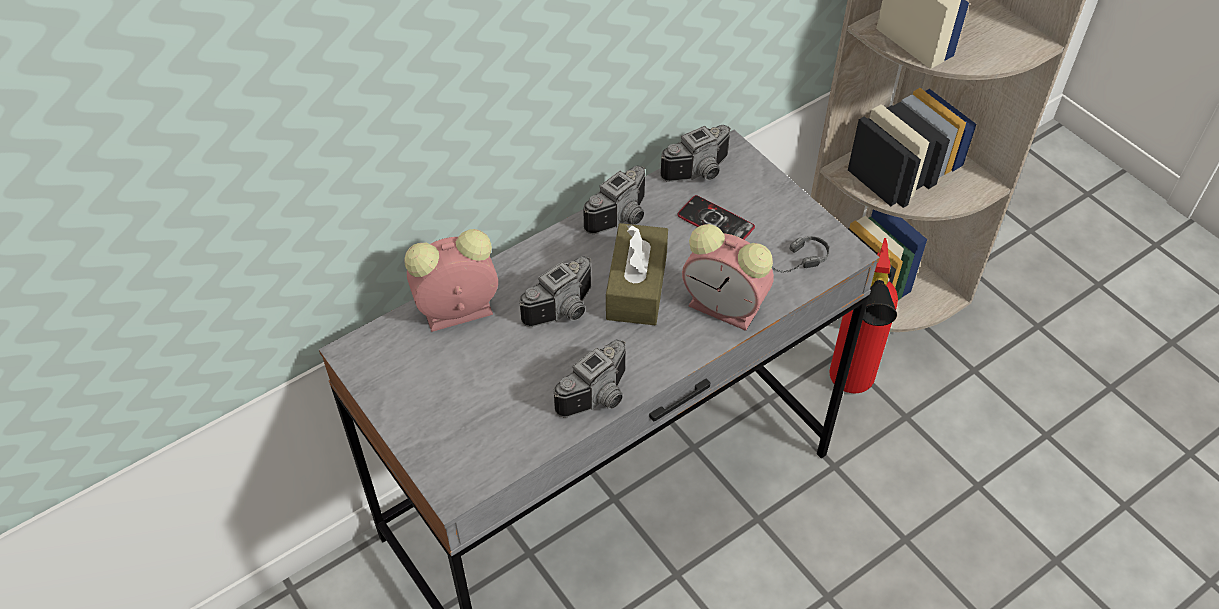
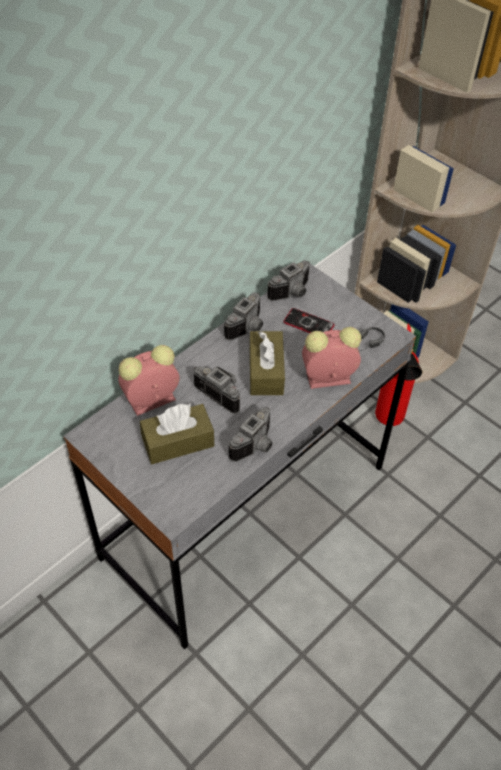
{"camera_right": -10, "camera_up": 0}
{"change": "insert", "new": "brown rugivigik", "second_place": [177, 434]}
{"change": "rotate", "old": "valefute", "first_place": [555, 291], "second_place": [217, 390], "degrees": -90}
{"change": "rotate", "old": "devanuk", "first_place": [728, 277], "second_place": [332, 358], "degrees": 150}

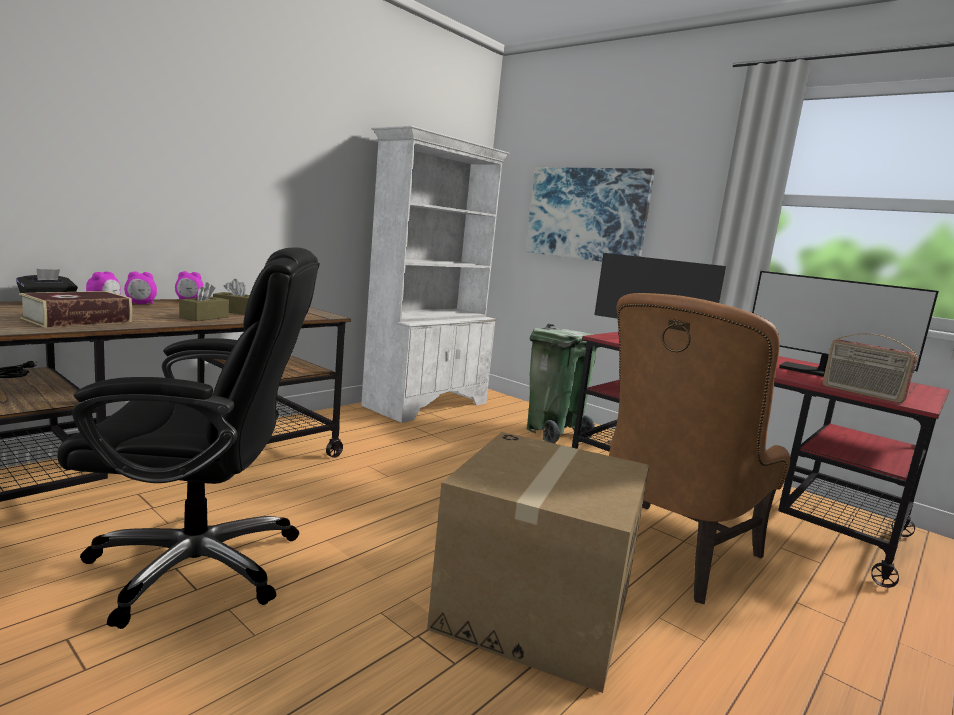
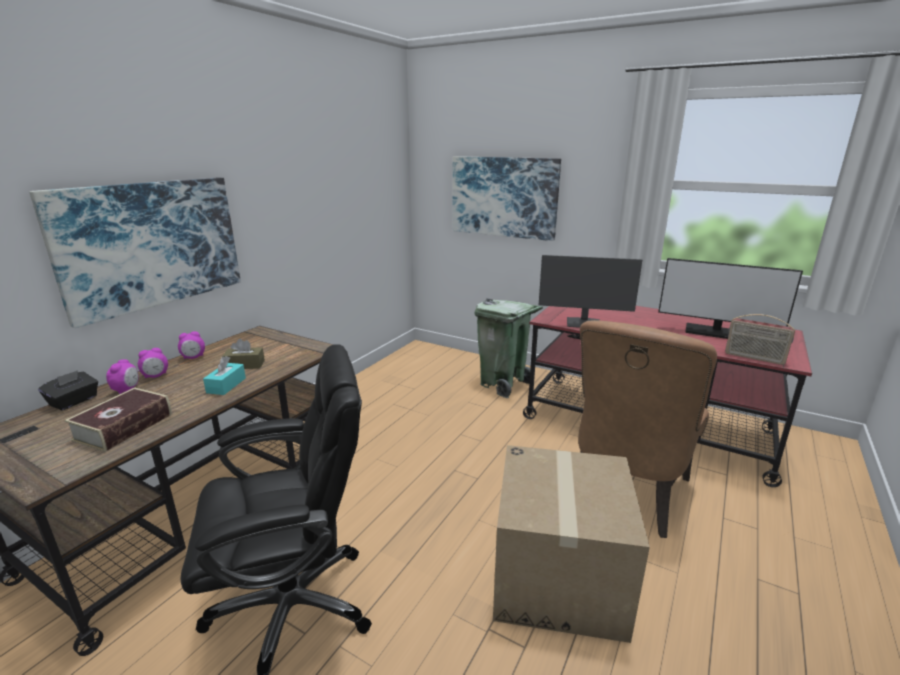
{"camera_right": -10, "camera_up": 10}
{"change": "delete", "old": "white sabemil", "first_place": [435, 274]}
{"change": "insert", "new": "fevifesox", "second_place": [135, 252]}
{"change": "recolor", "old": "brown rugivigik", "new": "turquoise rugivigik", "first_place": [204, 301], "second_place": [224, 375]}

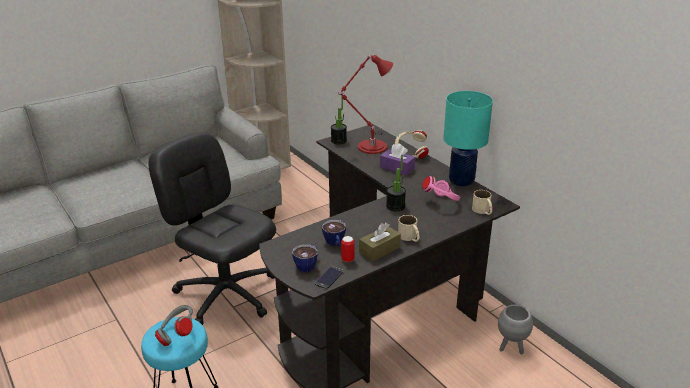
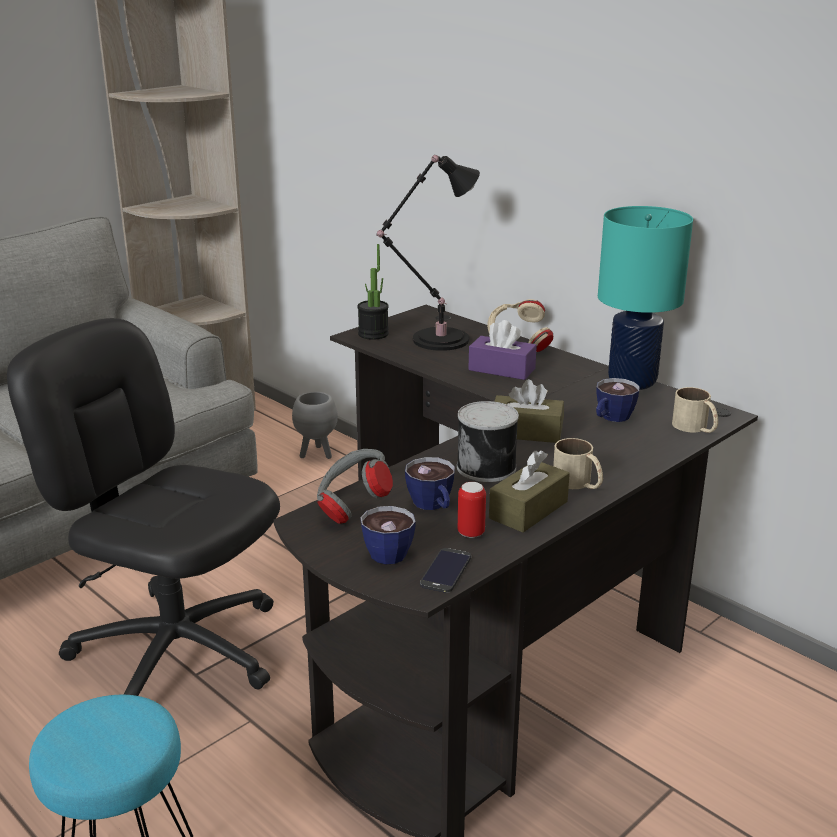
{"camera_right": -10, "camera_up": -5}
{"change": "insert", "new": "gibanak", "second_place": [488, 441]}
{"change": "move", "old": "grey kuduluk", "first_place": [174, 325], "second_place": [355, 486]}
{"change": "move", "old": "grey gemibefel", "first_place": [515, 329], "second_place": [315, 425]}
{"change": "replace", "old": "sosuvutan", "new": "brown rugivigik", "first_place": [396, 183], "second_place": [529, 411]}
{"change": "replace", "old": "pink kuduluk", "new": "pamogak", "first_place": [441, 188], "second_place": [618, 400]}
{"change": "recolor", "old": "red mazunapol", "new": "black mazunapol", "first_place": [366, 104], "second_place": [428, 253]}

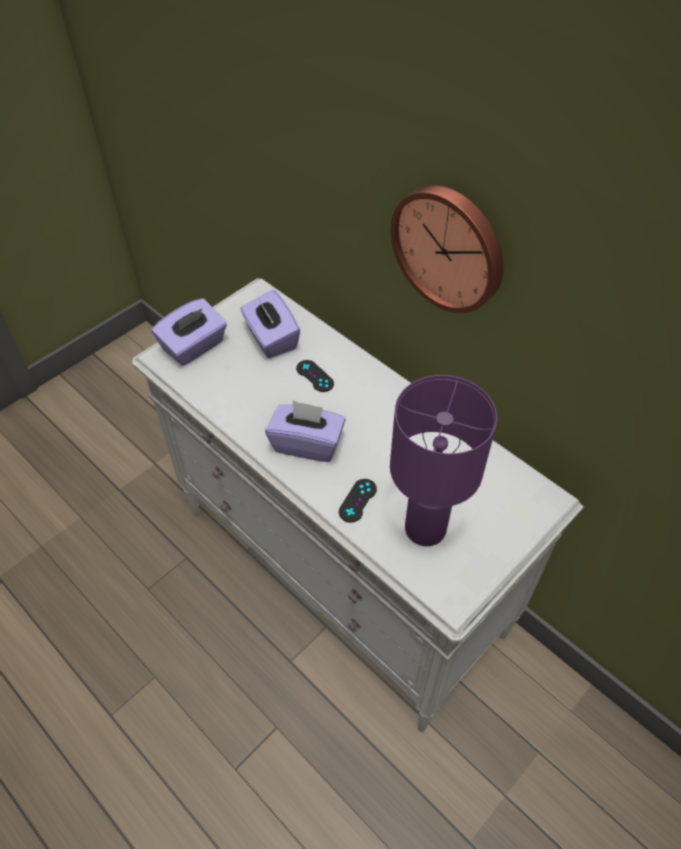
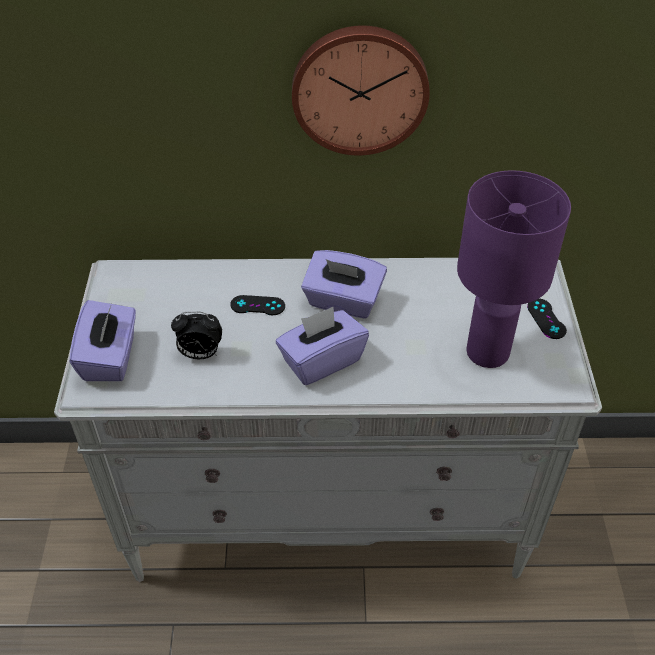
{"camera_right": -45, "camera_up": -5}
{"change": "insert", "new": "devanuk", "second_place": [196, 335]}
{"change": "move", "old": "purple rugivigik", "first_place": [270, 324], "second_place": [344, 284]}
{"change": "move", "old": "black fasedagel", "first_place": [358, 501], "second_place": [547, 319]}

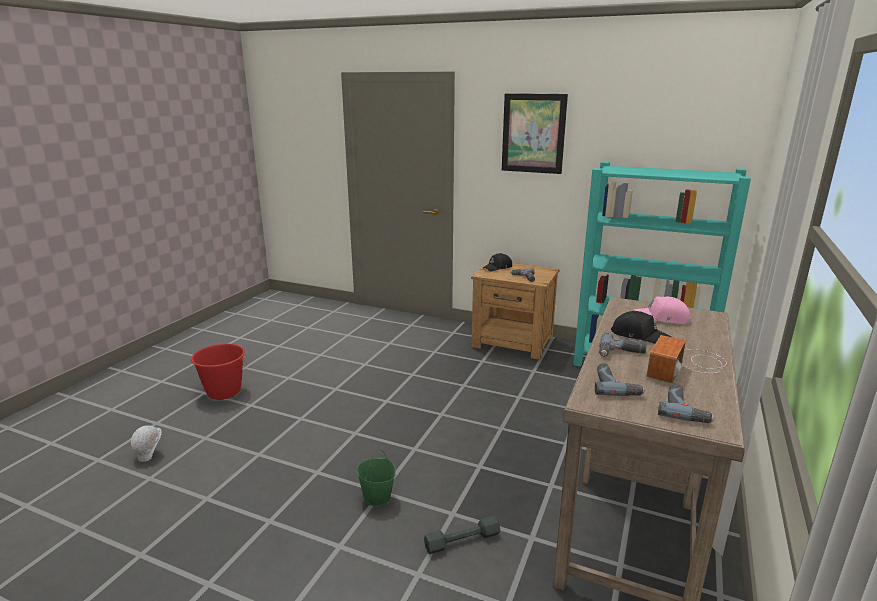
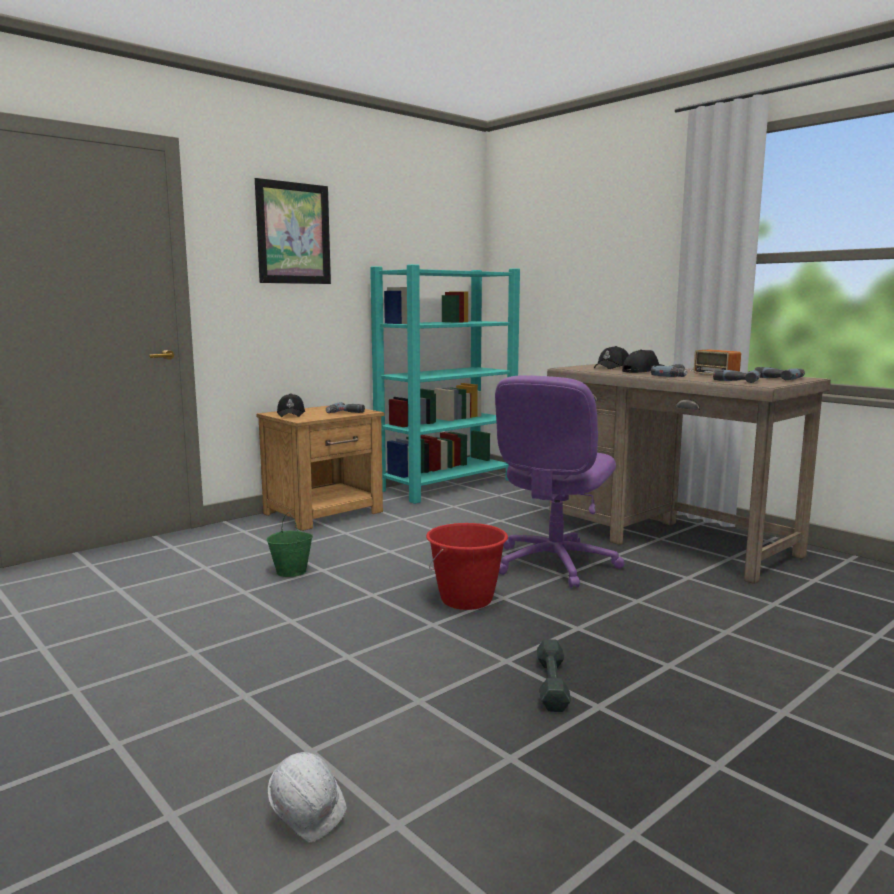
{"camera_right": -65, "camera_up": -10}
{"change": "insert", "new": "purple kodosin", "second_place": [560, 481]}
{"change": "move", "old": "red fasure", "first_place": [219, 372], "second_place": [467, 566]}
{"change": "move", "old": "green fasure", "first_place": [376, 477], "second_place": [290, 544]}
{"change": "move", "old": "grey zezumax", "first_place": [462, 535], "second_place": [554, 675]}
{"change": "recolor", "old": "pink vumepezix", "new": "black vumepezix", "first_place": [662, 310], "second_place": [611, 357]}

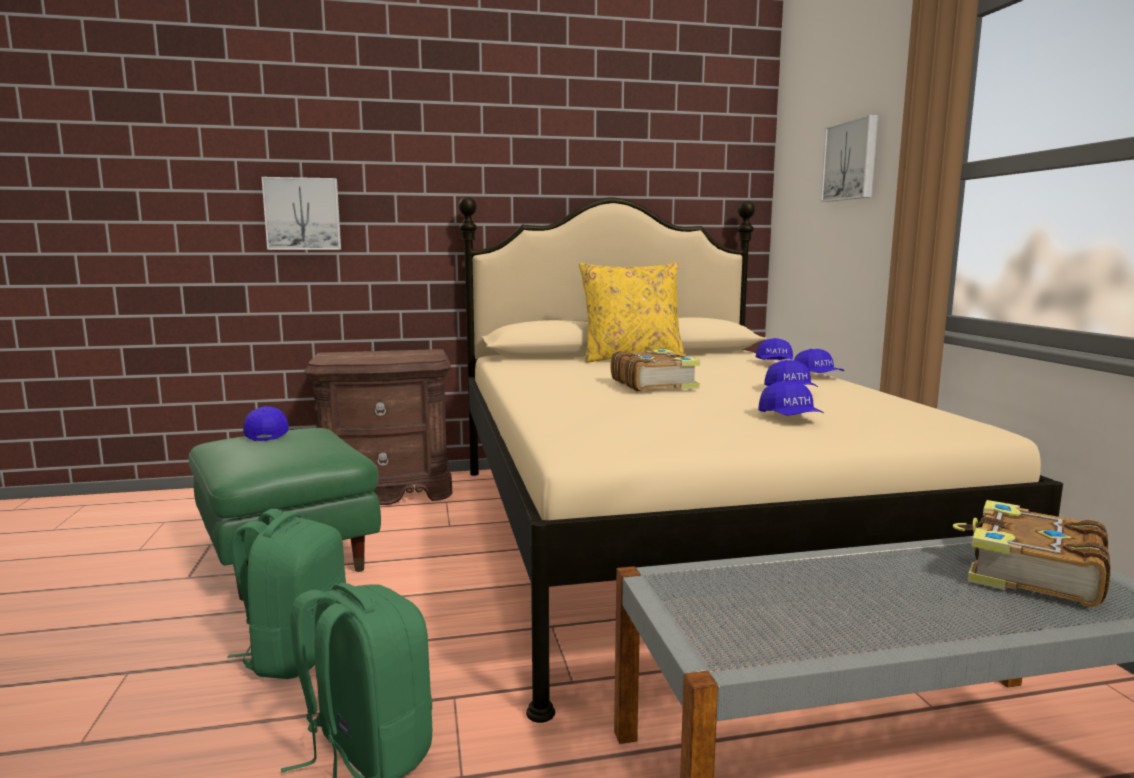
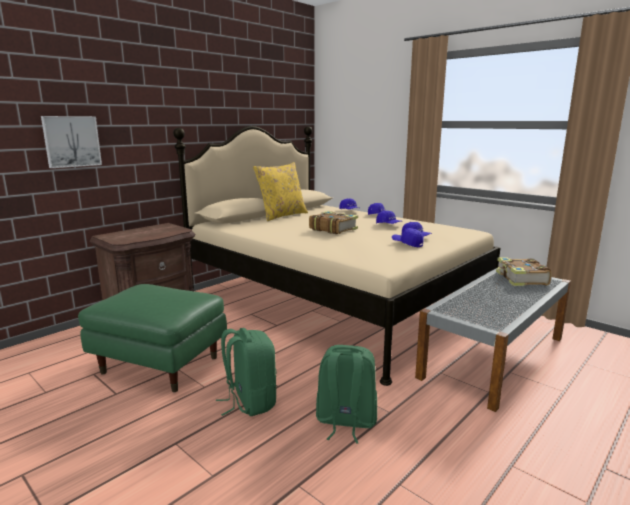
{"camera_right": -35, "camera_up": 5}
{"change": "delete", "old": "fevifesox", "first_place": [849, 158]}
{"change": "move", "old": "blue vumepezix", "first_place": [266, 423], "second_place": [408, 238]}

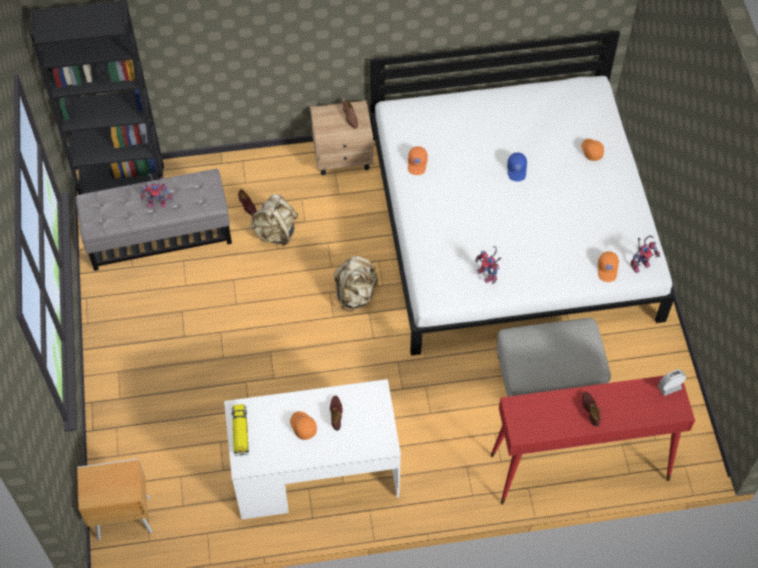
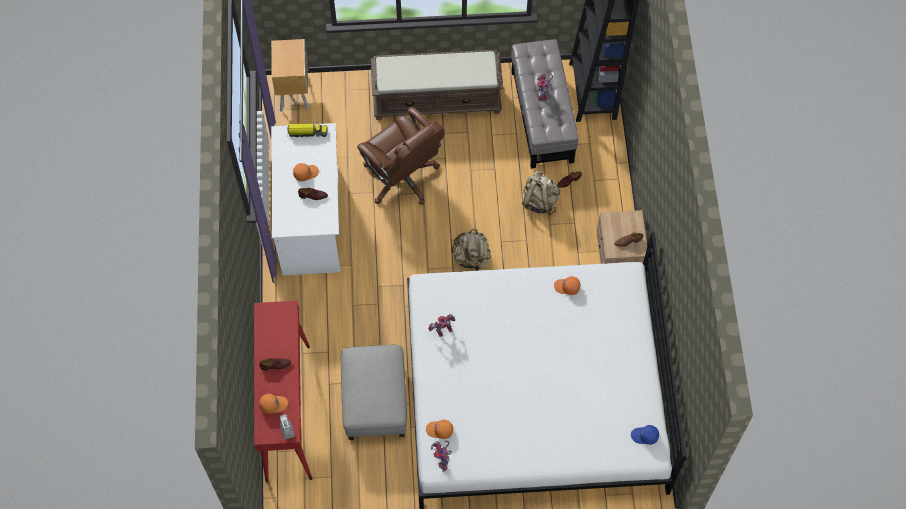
{"camera_right": 95, "camera_up": 5}
{"change": "insert", "new": "brown kodosin", "second_place": [401, 156]}
{"change": "insert", "new": "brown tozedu", "second_place": [437, 84]}
{"change": "move", "old": "blue vumepezix", "first_place": [517, 166], "second_place": [645, 435]}
{"change": "move", "old": "orange vumepezix", "first_place": [592, 150], "second_place": [273, 404]}

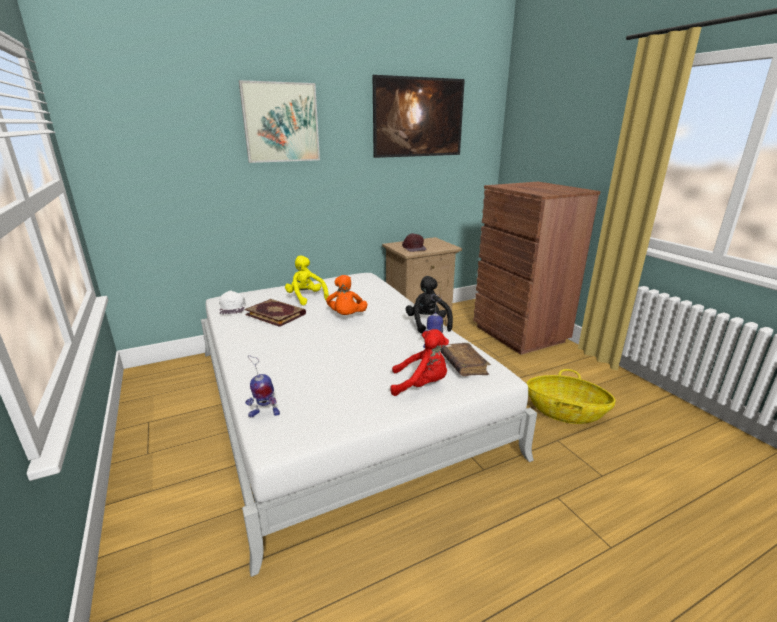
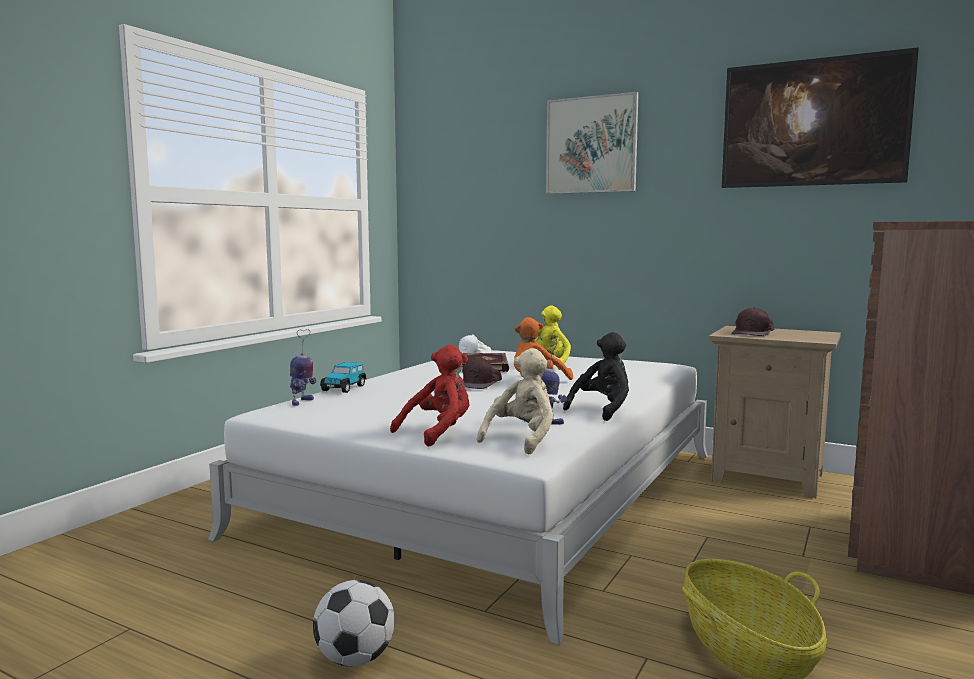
{"camera_right": 55, "camera_up": -15}
{"change": "insert", "new": "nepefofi", "second_place": [354, 623]}
{"change": "insert", "new": "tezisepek", "second_place": [343, 377]}
{"change": "insert", "new": "brown vumepezix", "second_place": [482, 373]}
{"change": "replace", "old": "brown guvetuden", "new": "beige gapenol", "first_place": [466, 359], "second_place": [515, 401]}
{"change": "rotate", "old": "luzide", "first_place": [262, 386], "second_place": [303, 367], "degrees": -120}
{"change": "rotate", "old": "red gapenol", "first_place": [419, 362], "second_place": [429, 396], "degrees": -105}

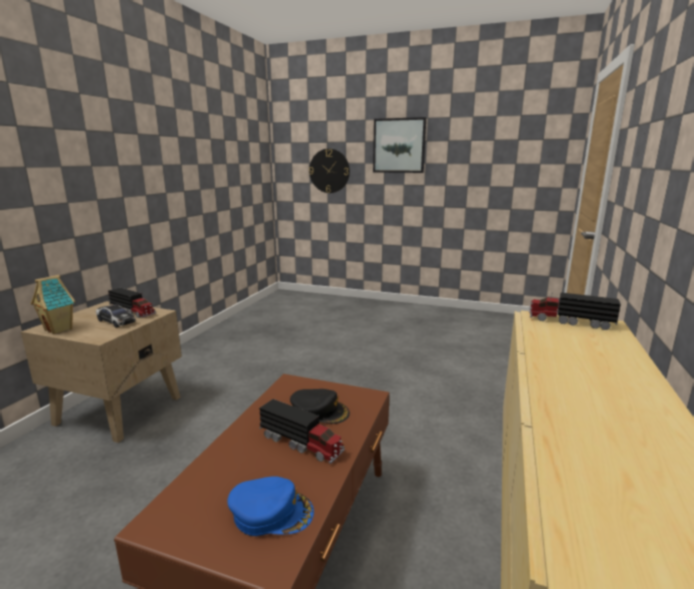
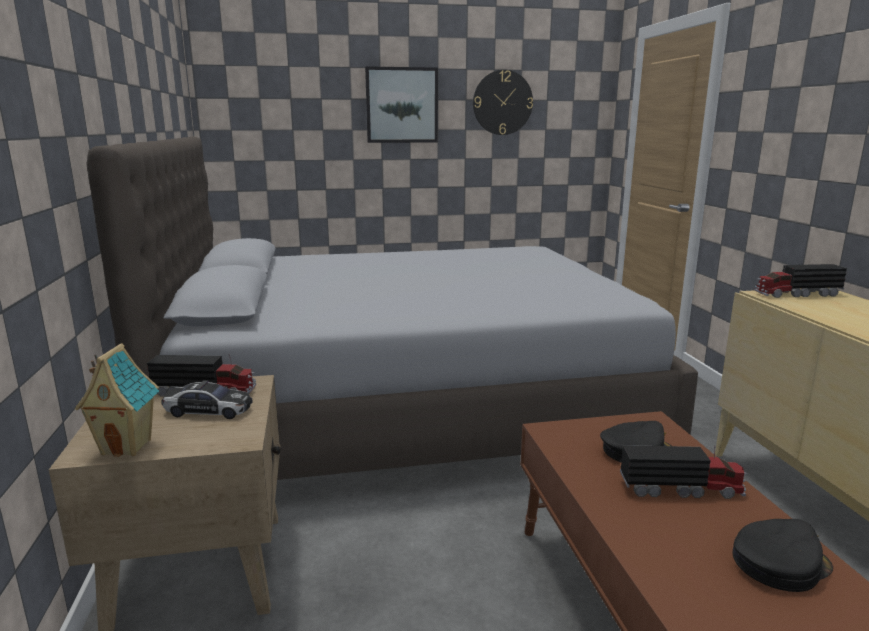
{"camera_right": -30, "camera_up": 0}
{"change": "insert", "new": "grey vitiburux", "second_place": [392, 308]}
{"change": "move", "old": "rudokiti", "first_place": [329, 171], "second_place": [503, 102]}
{"change": "recolor", "old": "blue vumepezix", "new": "black vumepezix", "first_place": [270, 506], "second_place": [783, 555]}

